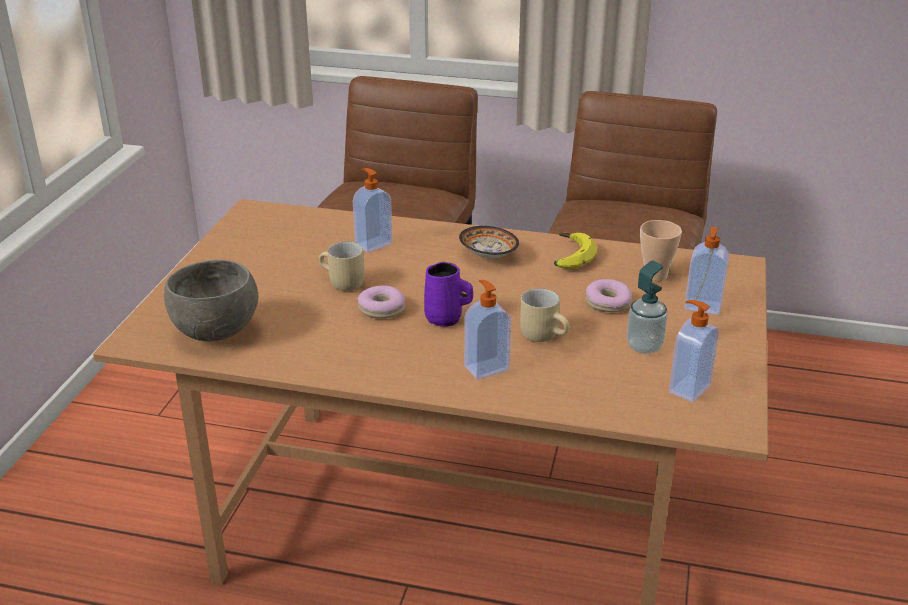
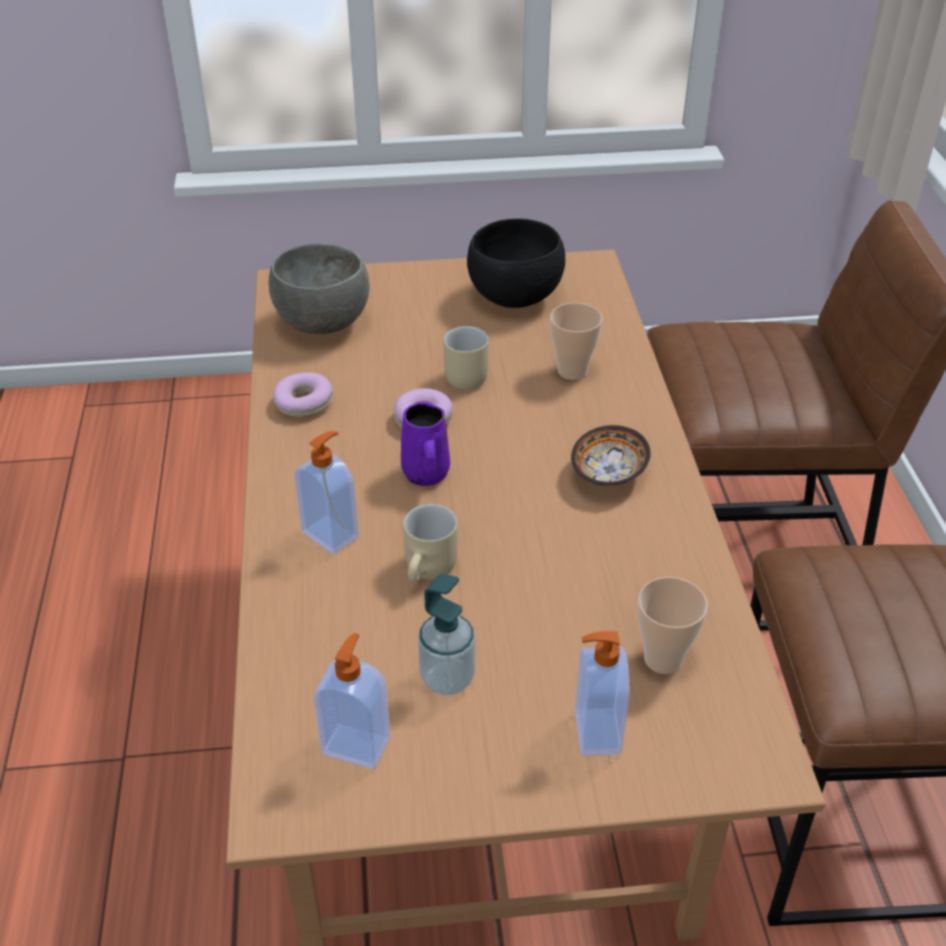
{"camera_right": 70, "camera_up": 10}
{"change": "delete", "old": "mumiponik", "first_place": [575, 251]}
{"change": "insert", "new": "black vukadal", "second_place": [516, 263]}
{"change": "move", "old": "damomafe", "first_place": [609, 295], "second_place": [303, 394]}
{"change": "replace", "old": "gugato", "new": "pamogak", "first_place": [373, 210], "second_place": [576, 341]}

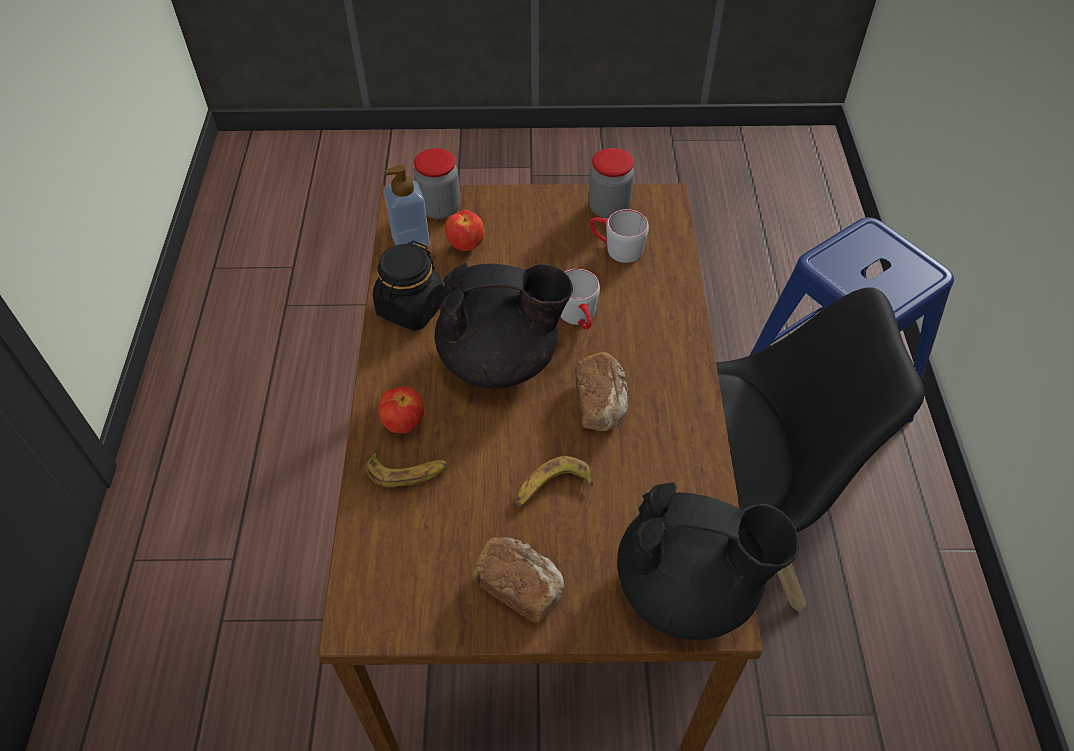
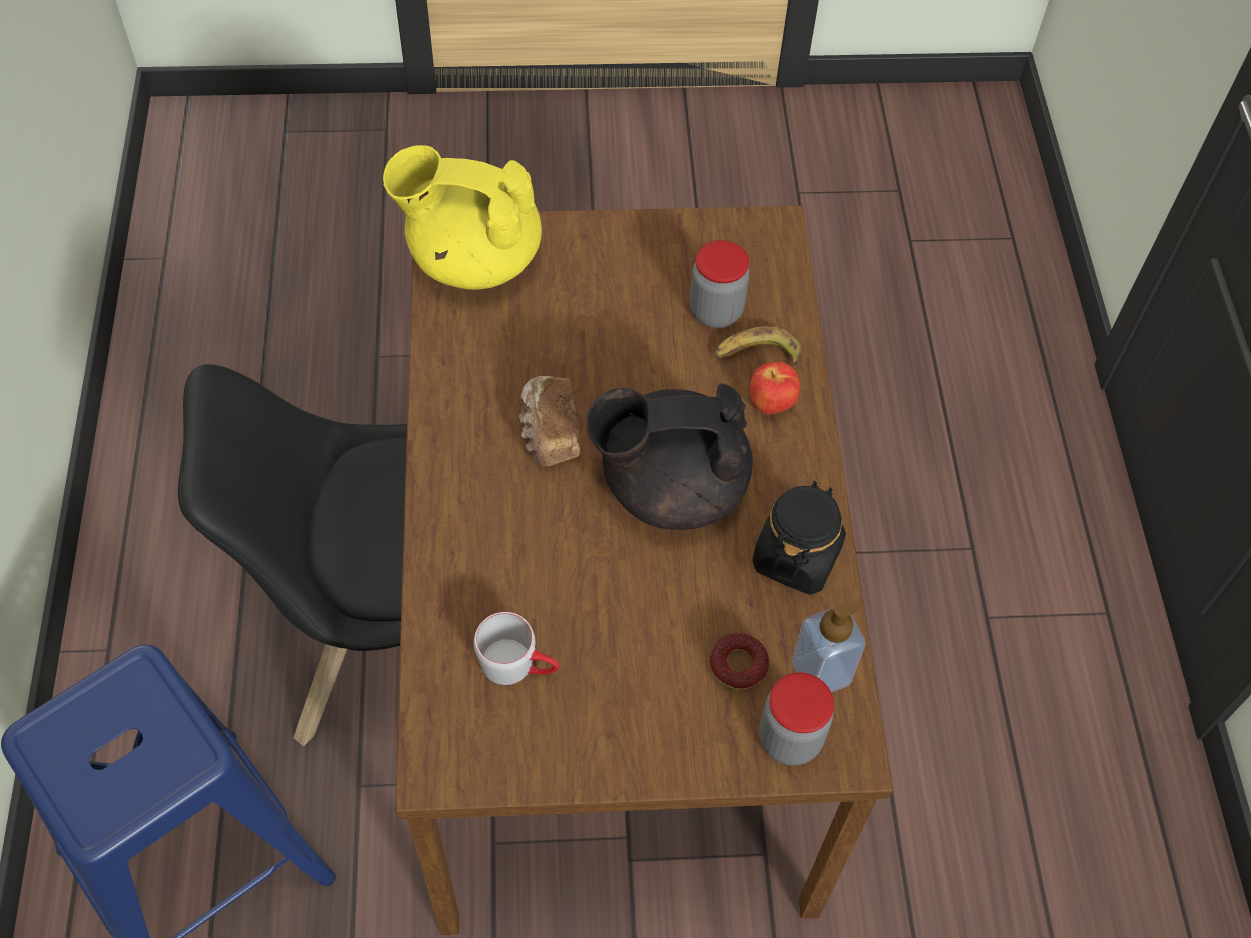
{"camera_right": 175, "camera_up": 5}
{"change": "delete", "old": "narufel", "first_place": [518, 580]}
{"change": "delete", "old": "mumiponik", "first_place": [555, 481]}
{"change": "delete", "old": "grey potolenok", "first_place": [580, 299]}
{"change": "move", "old": "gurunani", "first_place": [611, 183], "second_place": [719, 284]}
{"change": "replace", "old": "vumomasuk", "new": "damomafe", "first_place": [465, 230], "second_place": [739, 661]}
{"change": "recolor", "old": "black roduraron", "new": "yellow roduraron", "first_place": [708, 561], "second_place": [462, 217]}

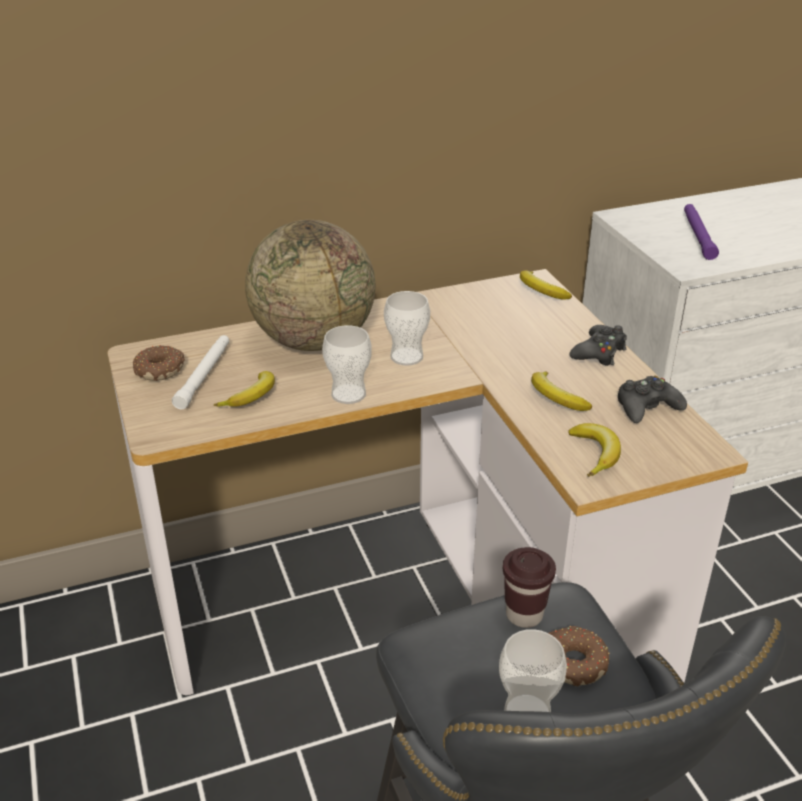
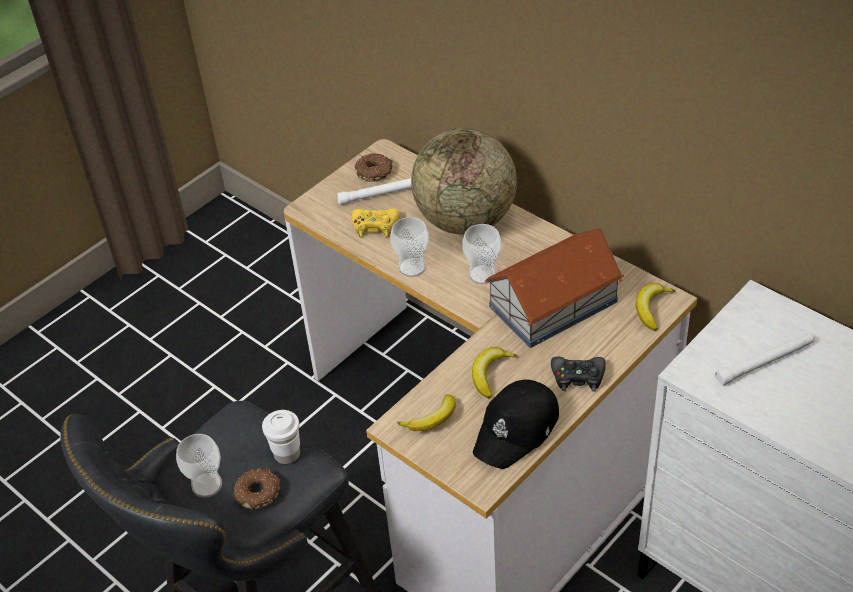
{"camera_right": 65, "camera_up": 10}
{"change": "insert", "new": "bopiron", "second_place": [554, 288]}
{"change": "replace", "old": "mumiponik", "new": "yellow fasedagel", "first_place": [244, 389], "second_place": [375, 223]}
{"change": "replace", "old": "black fasedagel", "new": "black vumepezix", "first_place": [652, 399], "second_place": [516, 424]}
{"change": "recolor", "old": "brown pamogak", "new": "white pamogak", "first_place": [529, 587], "second_place": [281, 437]}
{"change": "recolor", "old": "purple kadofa", "new": "white kadofa", "first_place": [701, 232], "second_place": [765, 359]}

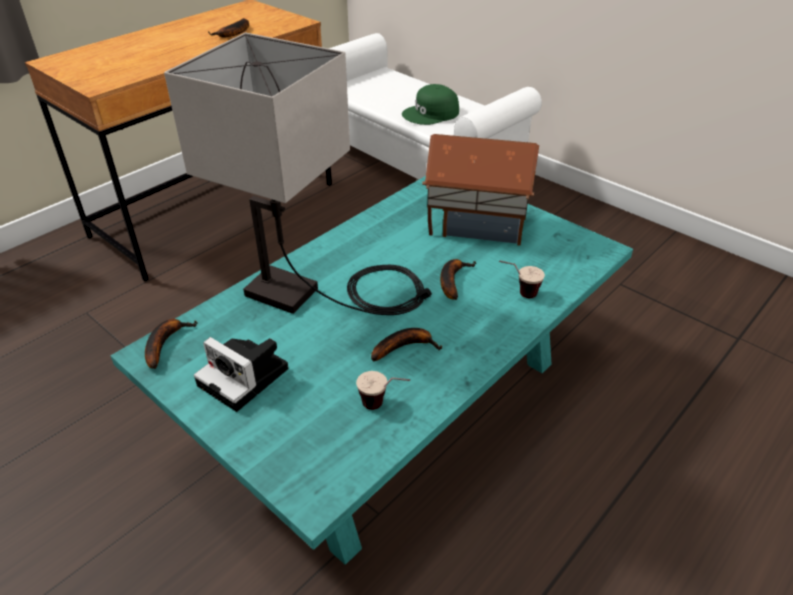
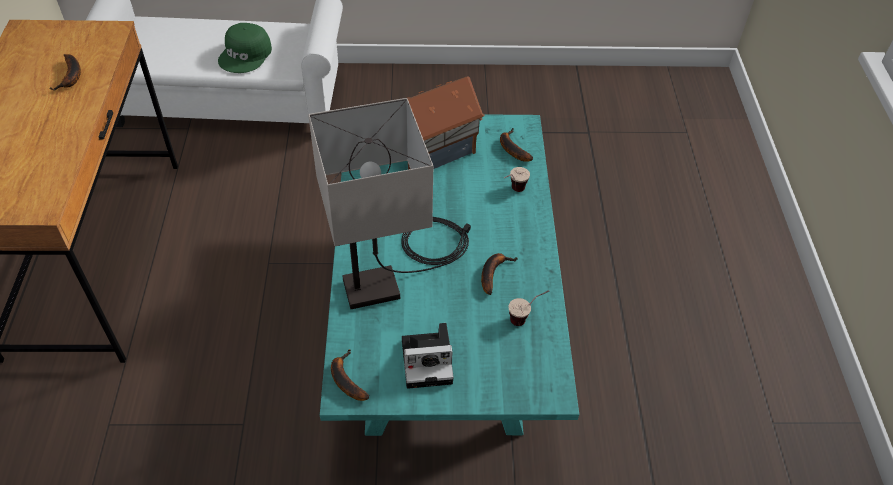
{"camera_right": -45, "camera_up": 10}
{"change": "move", "old": "mumiponik", "first_place": [458, 279], "second_place": [516, 145]}

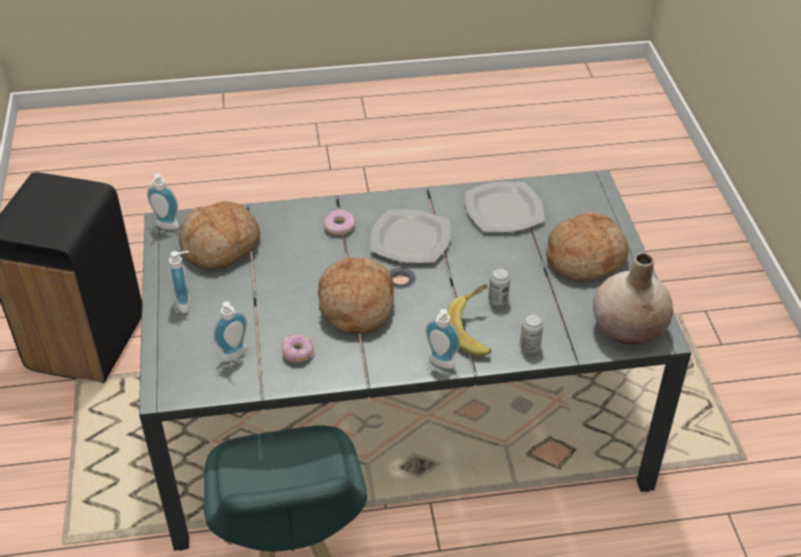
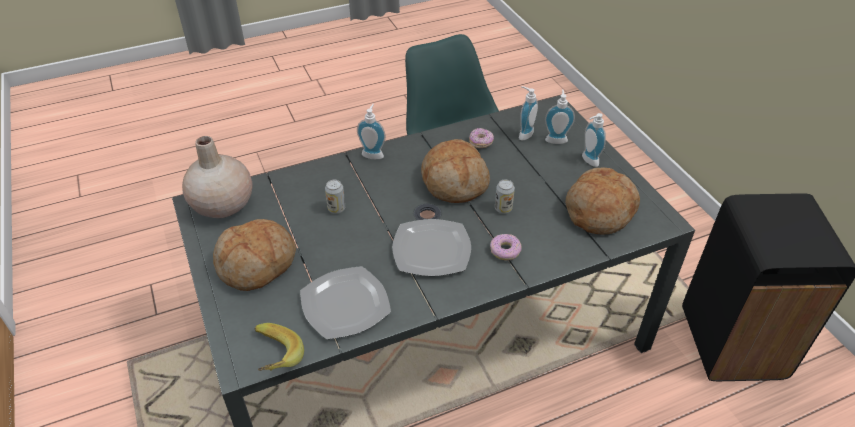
{"camera_right": 165, "camera_up": 0}
{"change": "move", "old": "gugato", "first_place": [163, 202], "second_place": [560, 116]}
{"change": "move", "old": "mumiponik", "first_place": [469, 320], "second_place": [279, 347]}
{"change": "move", "old": "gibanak", "first_place": [532, 333], "second_place": [505, 196]}

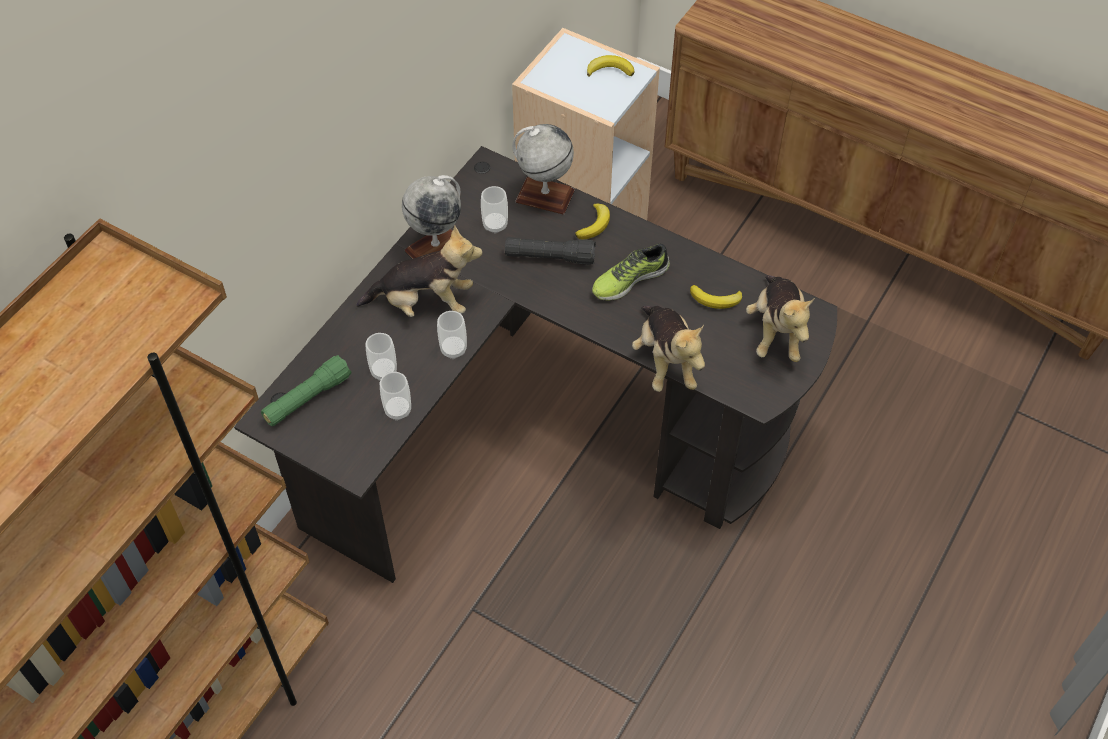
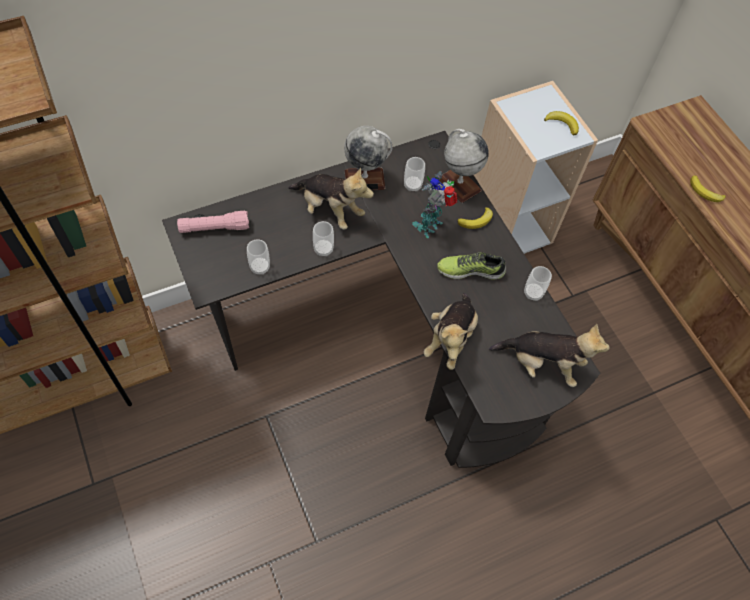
{"camera_right": 30, "camera_up": 5}
{"change": "move", "old": "pamogak", "first_place": [381, 357], "second_place": [538, 283]}
{"change": "move", "old": "mumiponik", "first_place": [716, 297], "second_place": [708, 188]}
{"change": "replace", "old": "black kadofa", "new": "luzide", "first_place": [550, 251], "second_place": [434, 204]}
{"change": "recolor", "old": "green kadofa", "new": "pink kadofa", "first_place": [306, 390], "second_place": [213, 222]}
{"change": "rotate", "old": "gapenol", "first_place": [780, 318], "second_place": [549, 355], "degrees": -105}

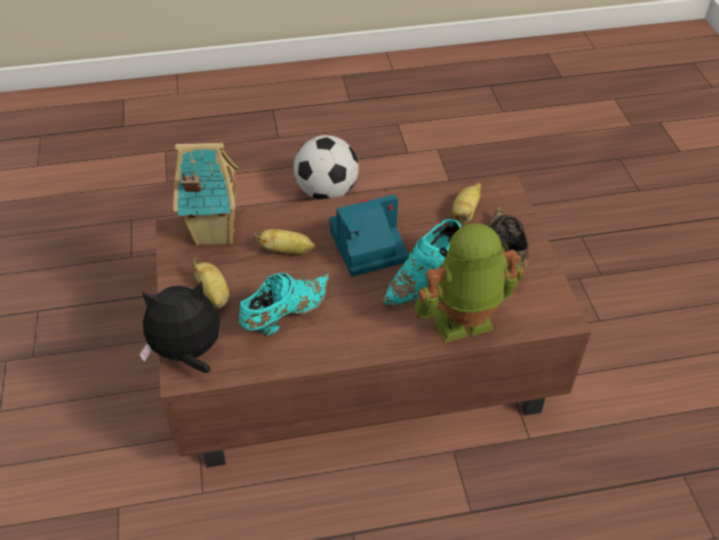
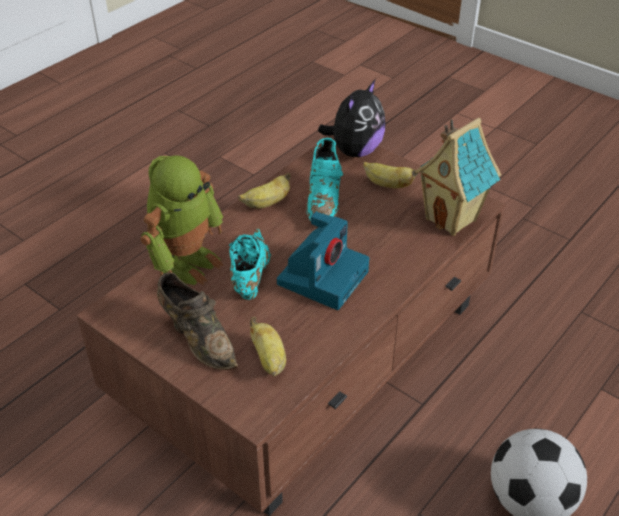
{"camera_right": 140, "camera_up": -5}
{"change": "move", "old": "mumiponik", "first_place": [284, 242], "second_place": [264, 190]}

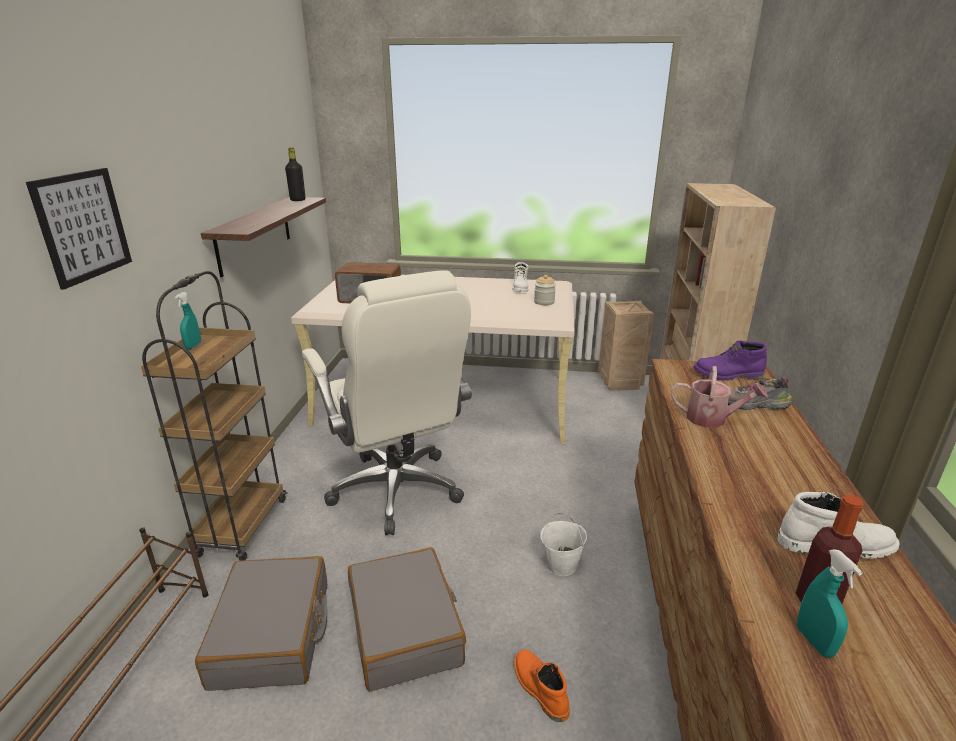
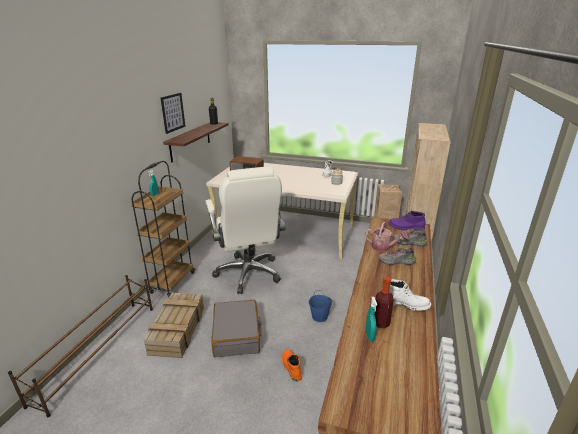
{"camera_right": 10, "camera_up": 0}
{"change": "insert", "new": "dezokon", "second_place": [397, 256]}
{"change": "move", "old": "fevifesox", "first_place": [79, 229], "second_place": [172, 113]}
{"change": "replace", "old": "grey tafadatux", "new": "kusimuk", "first_place": [261, 623], "second_place": [174, 325]}
{"change": "recolor", "old": "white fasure", "new": "blue fasure", "first_place": [563, 544], "second_place": [320, 306]}

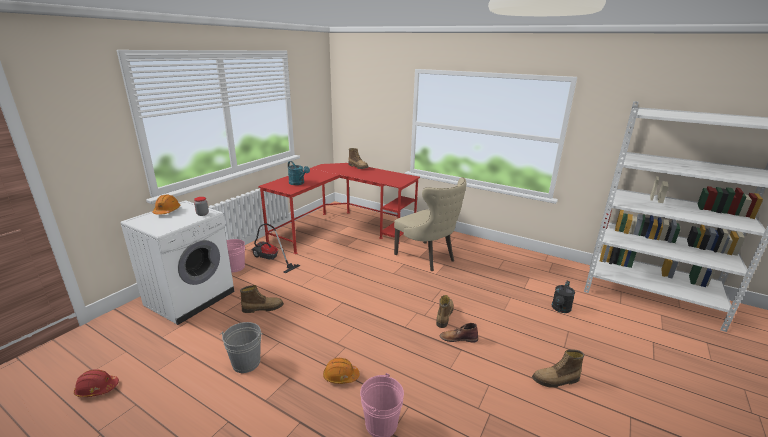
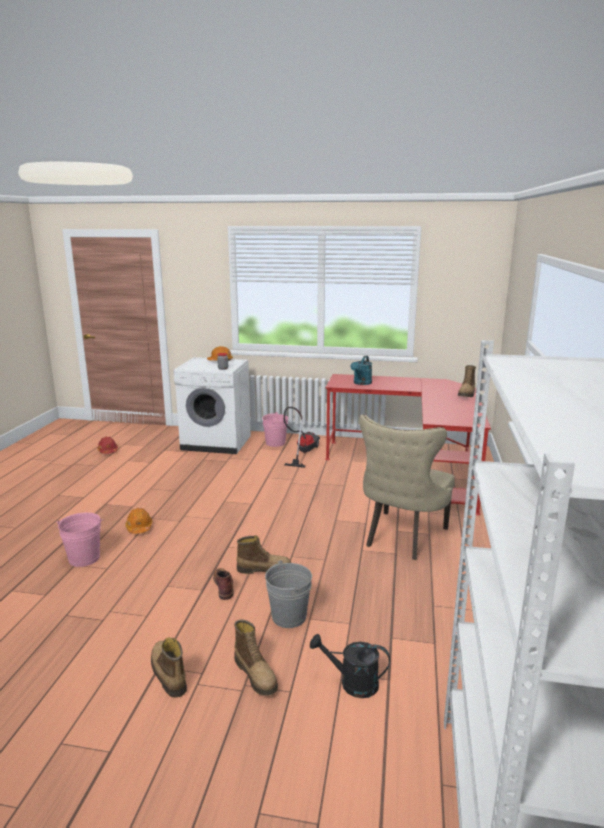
{"camera_right": 70, "camera_up": -5}
{"change": "move", "old": "grey fasure", "first_place": [241, 347], "second_place": [288, 594]}
{"change": "move", "old": "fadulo", "first_place": [262, 299], "second_place": [256, 657]}

